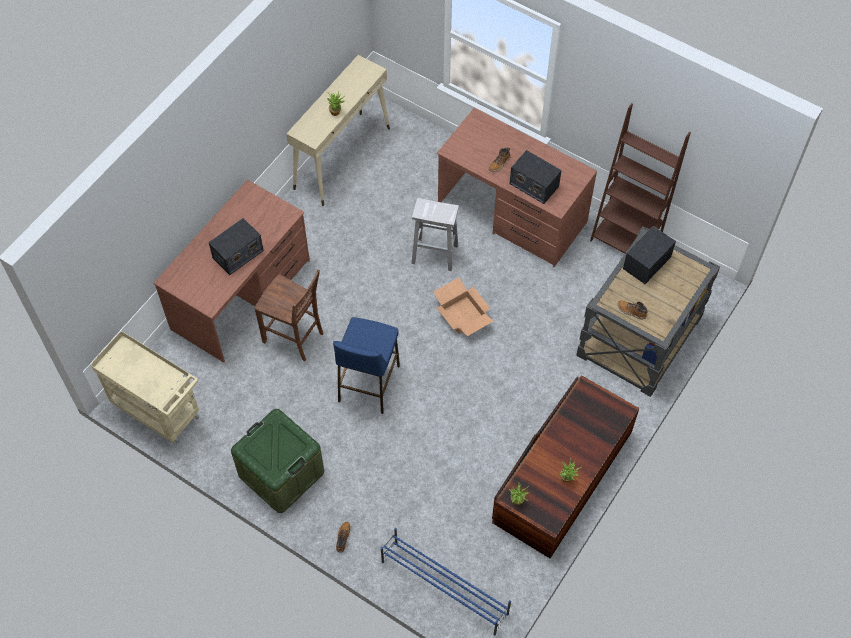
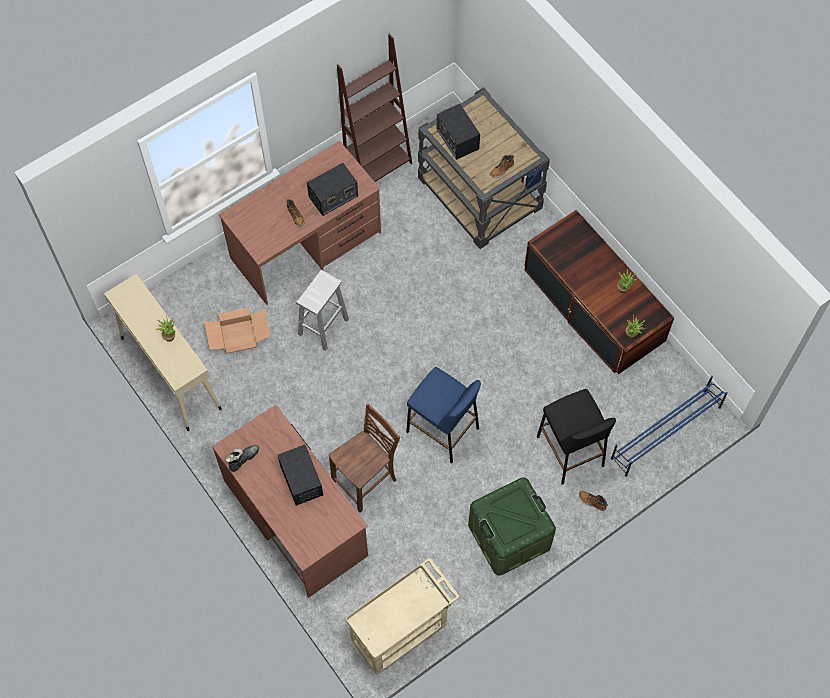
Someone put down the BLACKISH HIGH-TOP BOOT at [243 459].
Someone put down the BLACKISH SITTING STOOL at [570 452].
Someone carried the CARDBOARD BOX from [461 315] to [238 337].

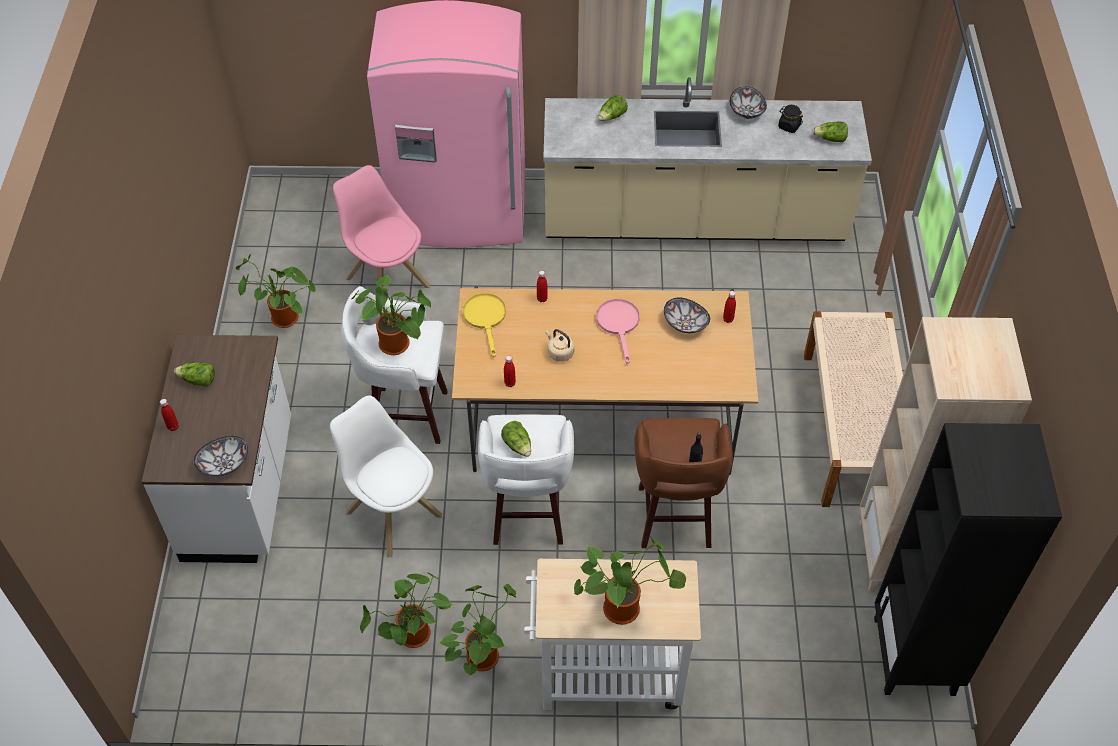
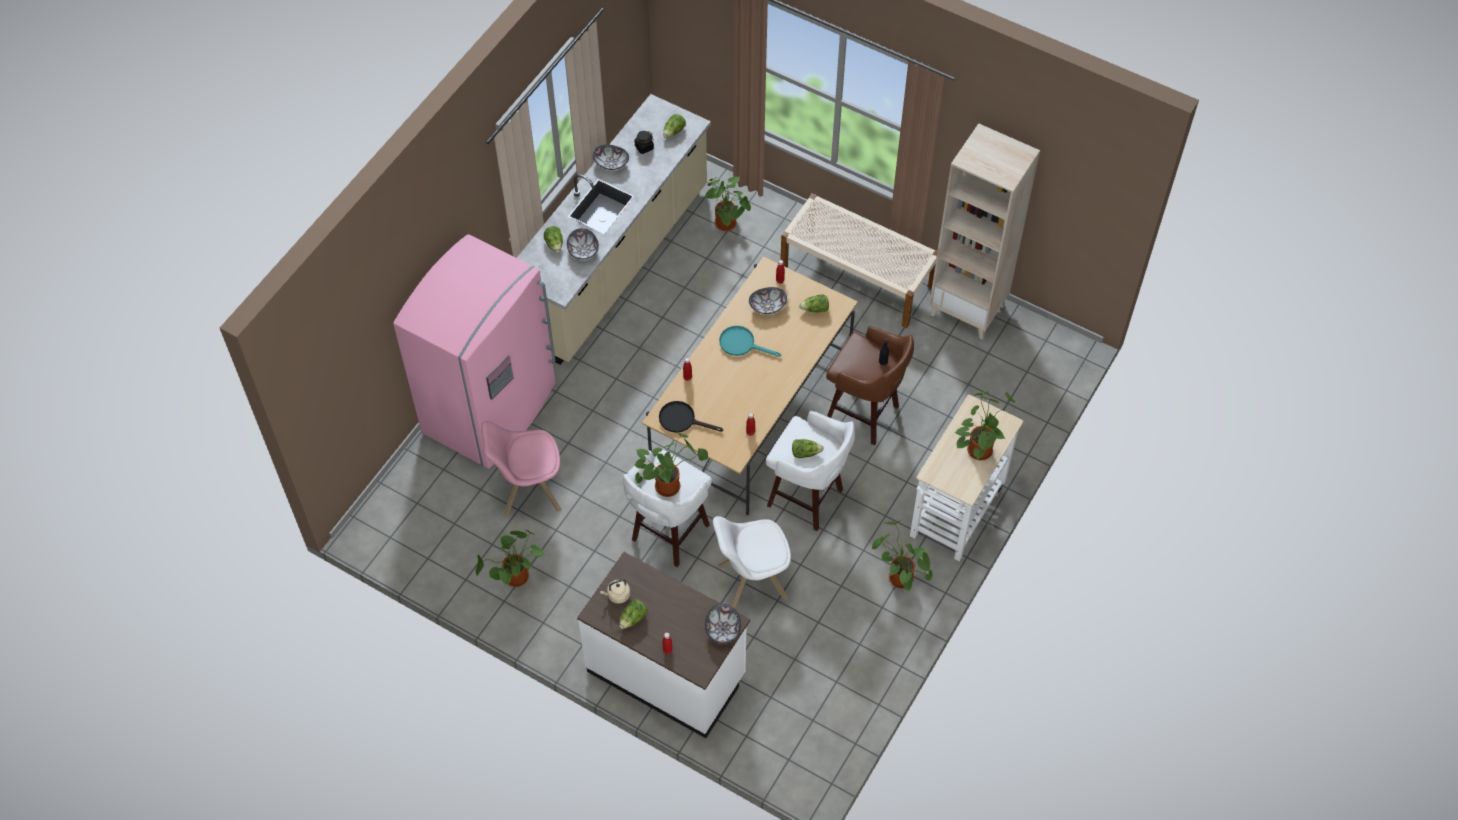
Someone took away the BLACKISH BOOKSHELF at [915 656].
Someone put down the DEEP DISH at [582 251].
Someone put down the LETTUCE at [815 309].
Someone carried the POTTED PLANT from [413 638] to [727 225].
Someone carried the SAND-COLOURED KETTLE from [559 352] to [617 595].
Someone repainted the YELLOWISH FRYING PAN at [486 318], which became the BLACKISH FRYING PAN at [682 419].
Someone repainted the PINKISH FRYING PAN at [619 324], which became the TURQUOISE FRYING PAN at [742 344].

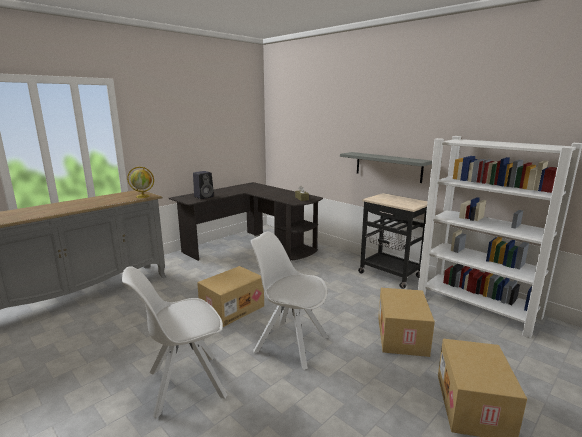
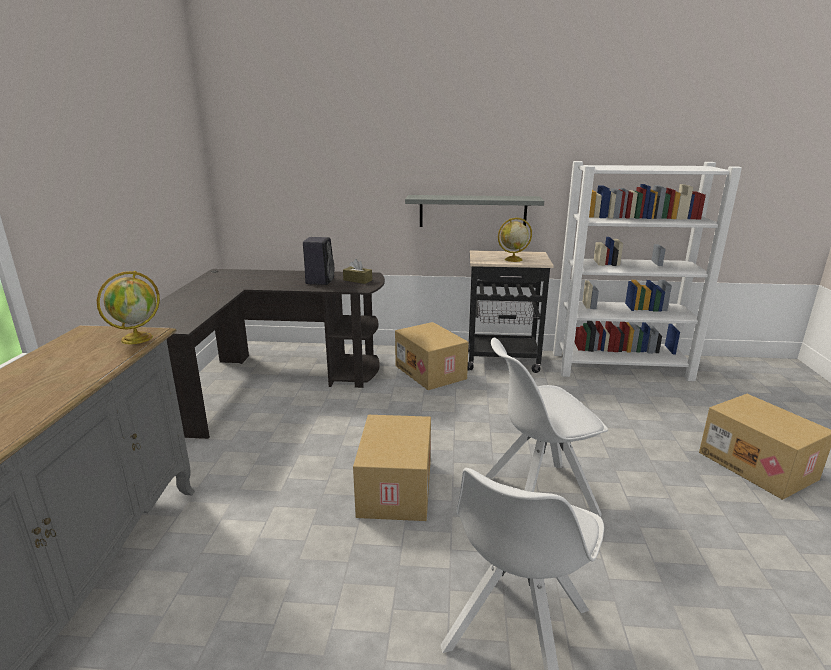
Someone put down the WORLD GLOBE at [512 259].
Someone carried the BLACKISH SPEAKER from [204 197] to [320 281].
Someone carried the CARDBOARD BOX from [403 336] to [431 372].

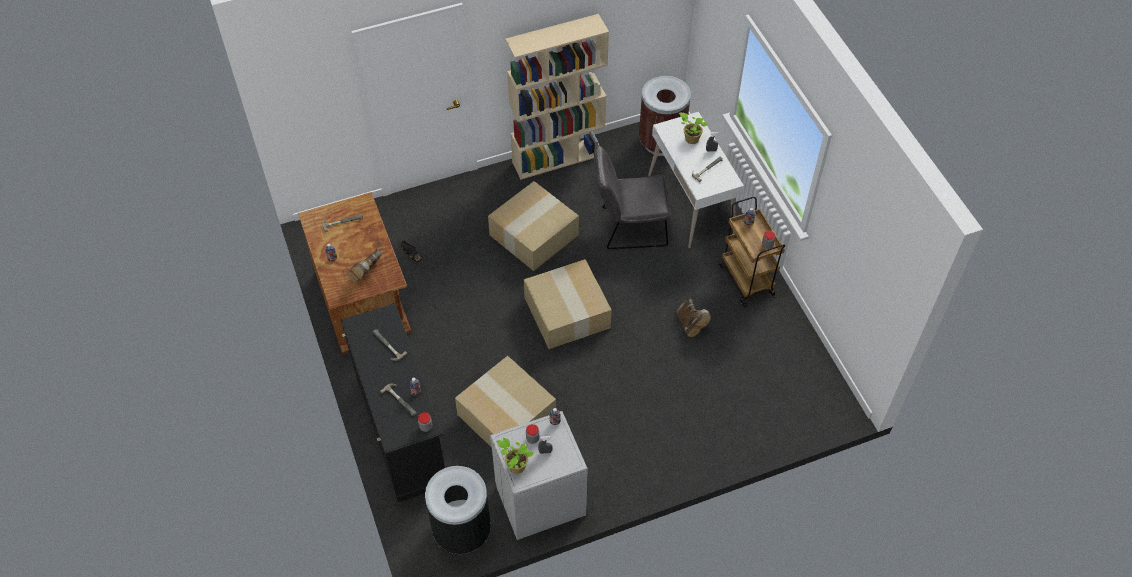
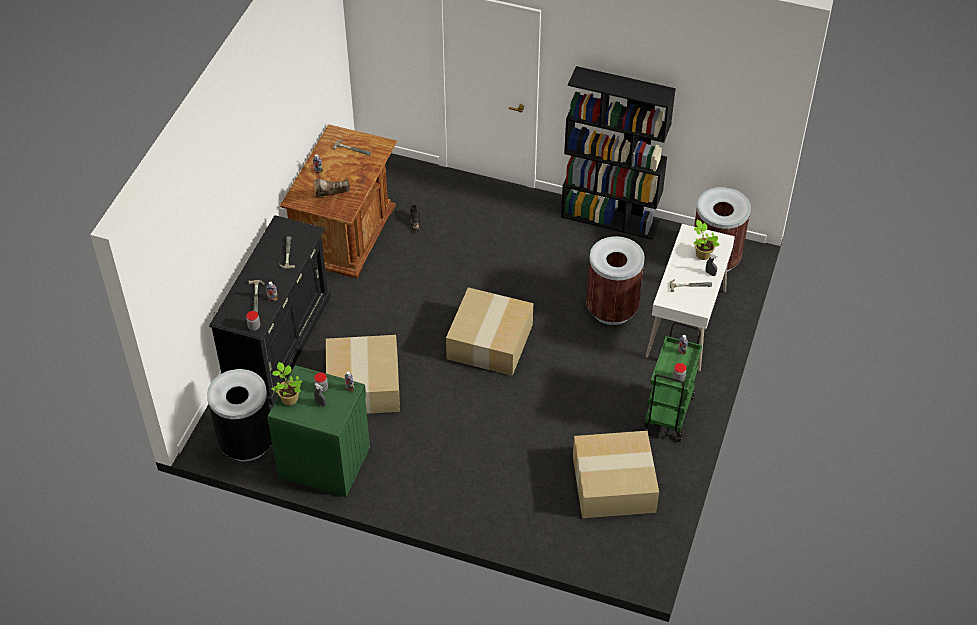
Someone took away the BROWN-COLOURED HIGH-TOP BOOT at [690 325].
Someone carried the CARDBOARD BOX from [534 233] to [614 483].
Someone swapped the GREY CHAIR at [628 227] for the BROWN-COLOURED RUBBISH BIN at [612 308].
Someone repainted the WHITISH WASHING MACHINE at [539 498], which became the GREEN WASHING MACHINE at [325 461].
Someone repainted the SAND-COLOURED BOOKSHELF at [558 158], which became the BLACKISH BOOKSHELF at [610 219].
Someone repainted the BROWN-COLOURED TROLLEY at [746 281], which became the GREEN TROLLEY at [668 415].

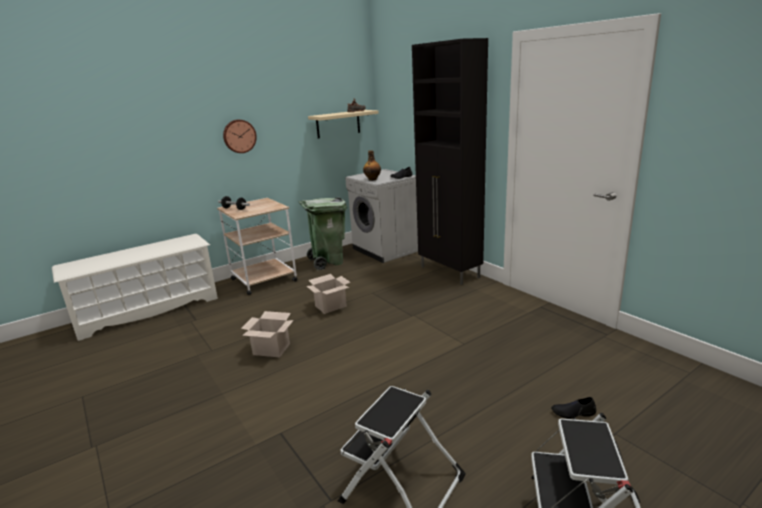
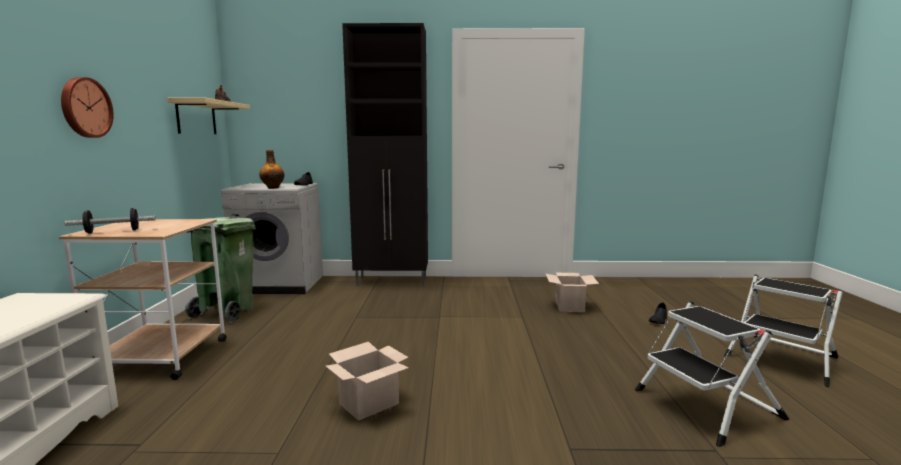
Someone carried the CARDBOARD BOX from [330 306] to [570 307].

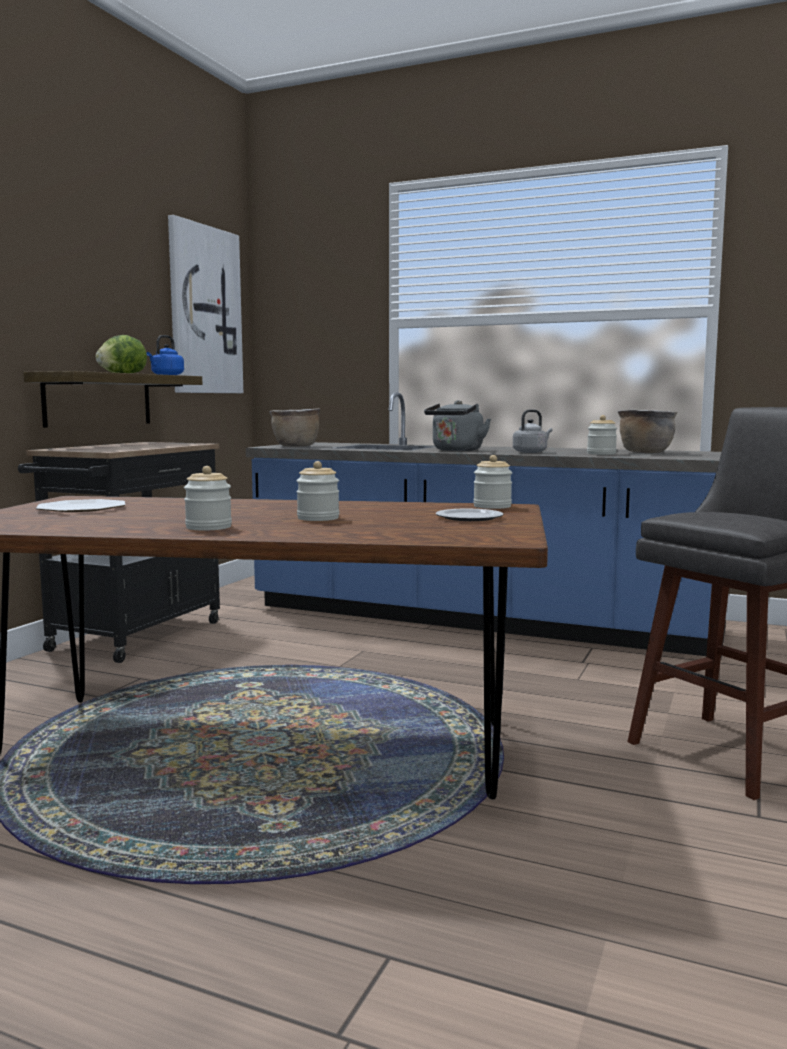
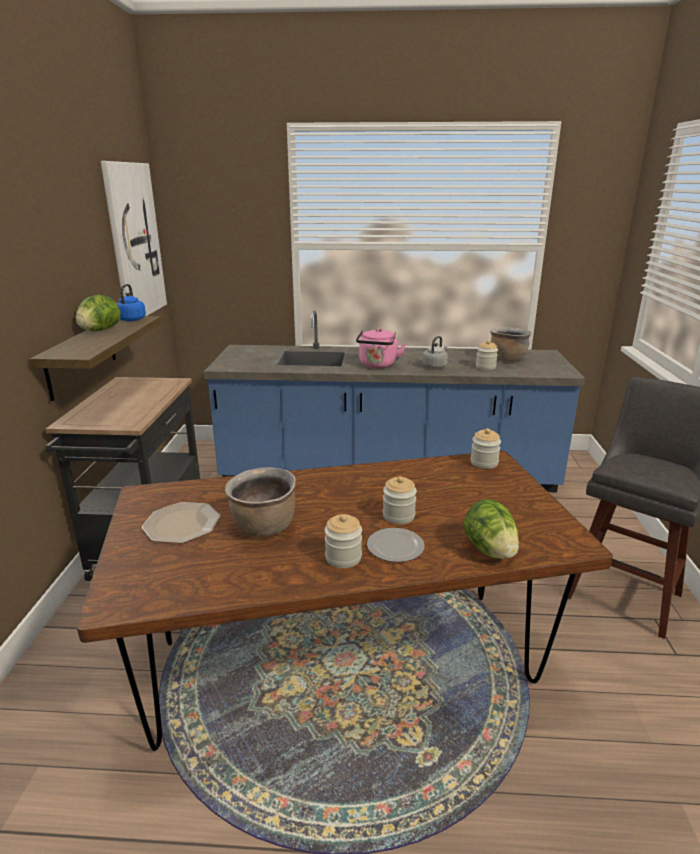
Someone put down the LETTUCE at [489 550].
Someone carried the BROWN-COLOURED SAUCEPOT from [295 446] to [264 527].
Someone carried the FLAT DISH from [469 517] to [395 546].
Someone repainted the GREY KETTLE at [456 450], which became the PINKISH KETTLE at [378 365].

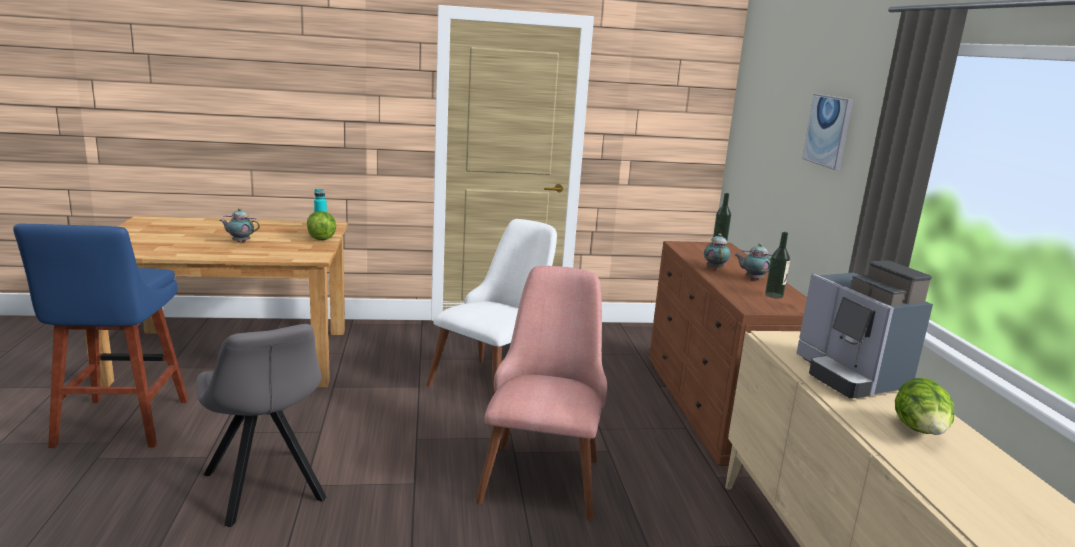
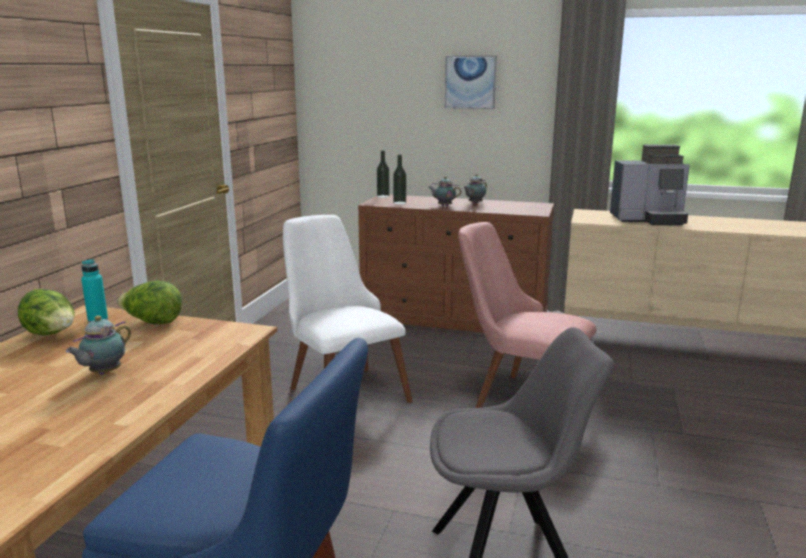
Someone carried the BOTTLE from [774 295] to [399 203].
Someone carried the LETTUCE from [920 432] to [52 335].

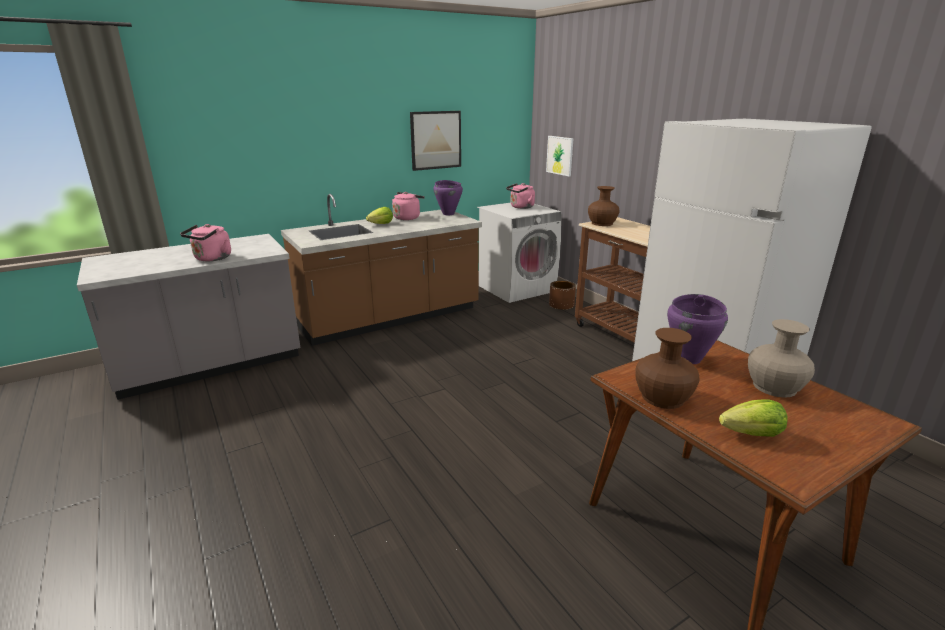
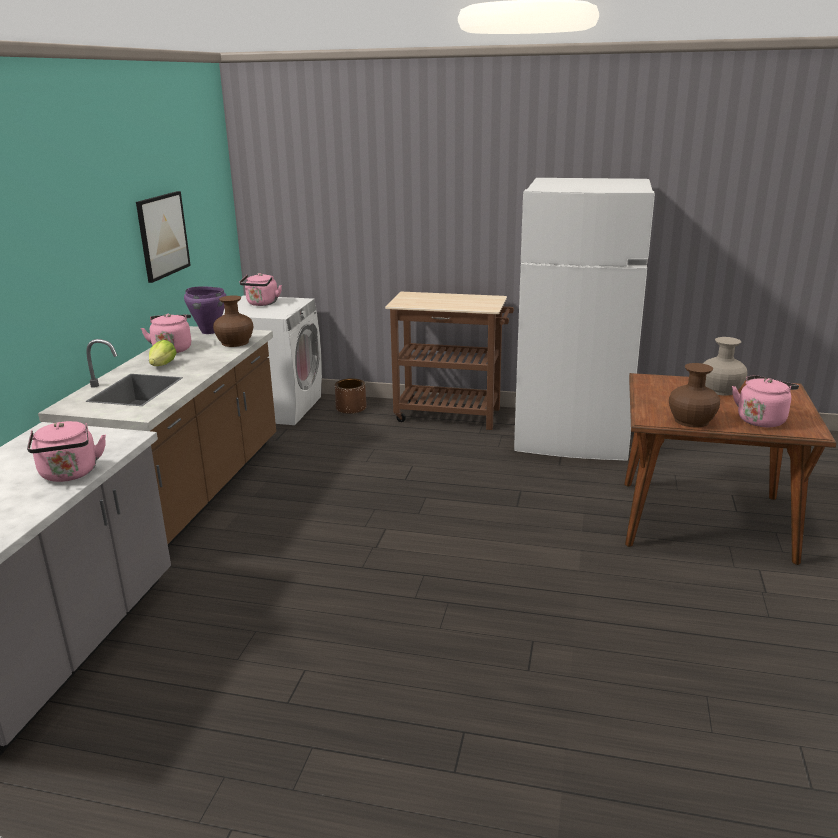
Someone took away the WALL PICTURE at [560 155].
Someone took away the PURPLISH SAUCEPOT at [689 359].
Someone carried the BROWN-COLOURED FLOWER VASE from [602 223] to [235 342].
Someone swapped the LETTUCE at [752 434] for the PINKISH KETTLE at [761 419].

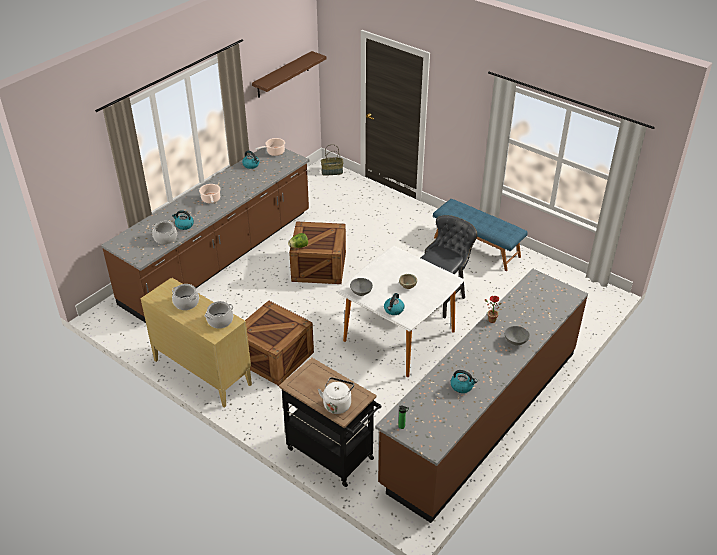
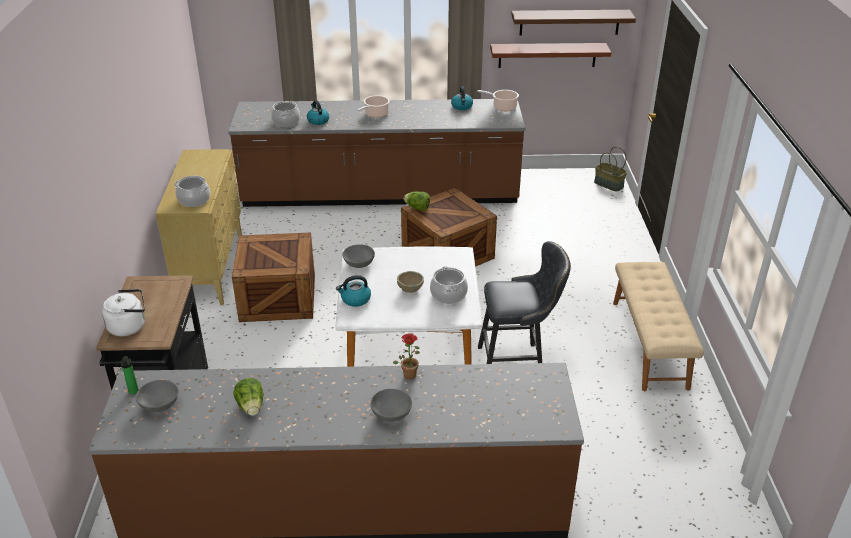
Someone put down the GREY DEEP DISH at [160 405].
Someone put up the BROWN-COLOURED WALL SHELF at [547 55].
Someone carried the SAUCEPOT from [186 303] to [448 295].
Someone swapped the KETTLE at [462 386] for the LETTUCE at [251 407].
Someone repainted the BLUISH BENCH at [477 247], which became the SAND-COLOURED BENCH at [650 343].

